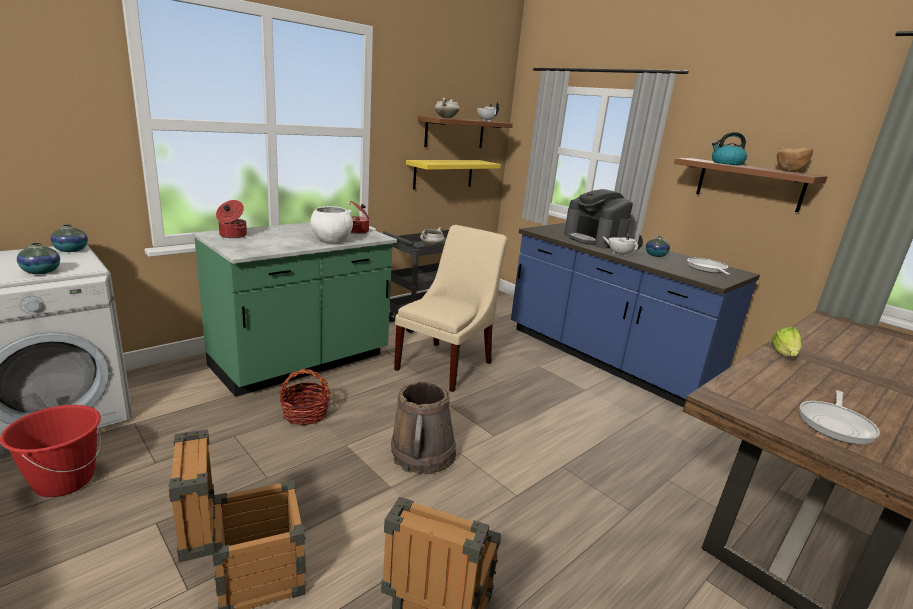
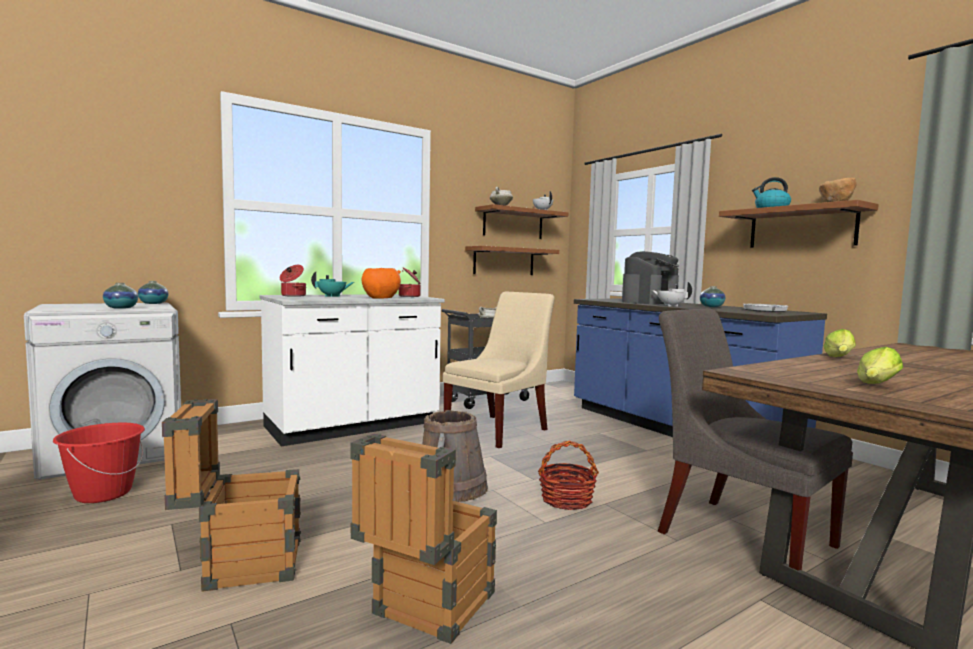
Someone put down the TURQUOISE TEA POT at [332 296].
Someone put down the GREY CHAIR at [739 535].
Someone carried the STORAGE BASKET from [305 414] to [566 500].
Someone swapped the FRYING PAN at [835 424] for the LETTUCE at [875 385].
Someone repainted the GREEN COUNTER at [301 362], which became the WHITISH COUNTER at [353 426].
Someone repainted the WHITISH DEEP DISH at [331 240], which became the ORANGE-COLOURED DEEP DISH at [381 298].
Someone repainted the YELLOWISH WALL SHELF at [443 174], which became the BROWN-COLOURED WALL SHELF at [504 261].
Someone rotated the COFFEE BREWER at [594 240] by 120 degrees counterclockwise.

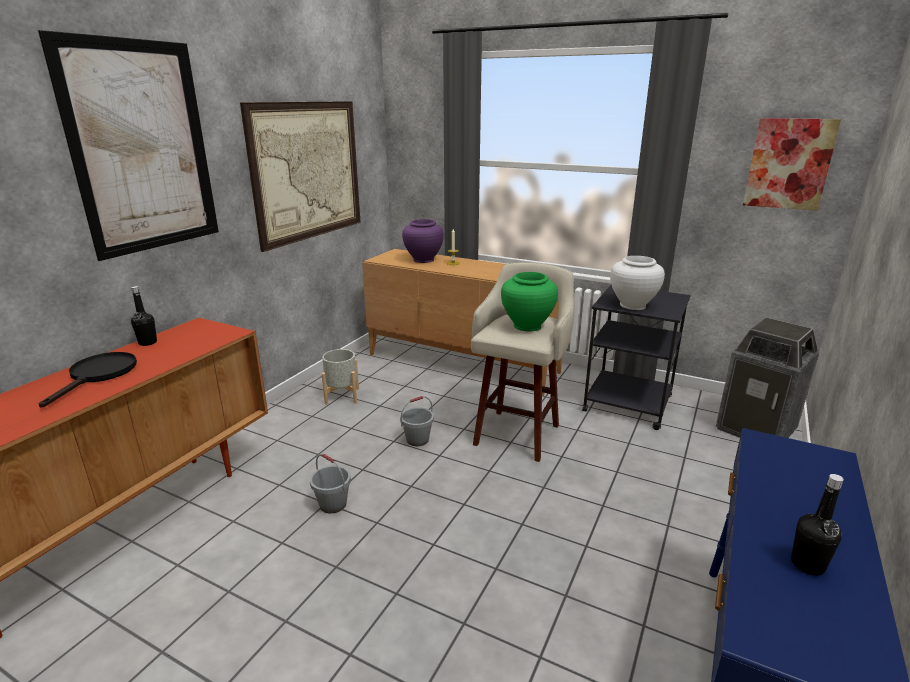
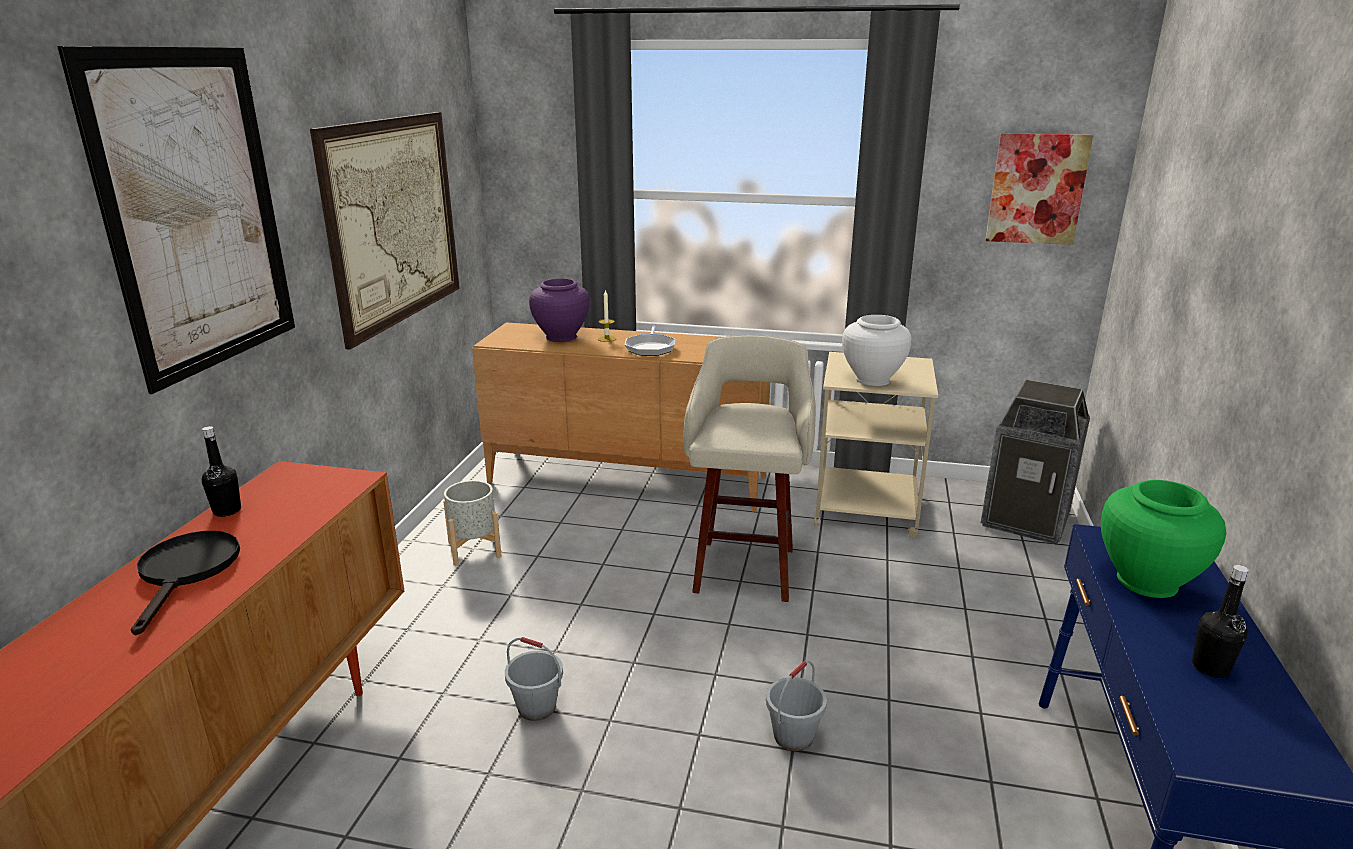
Someone put down the FRYING PAN at [650 348].
Someone carried the GREY WATER BUCKET from [417 440] to [793 736].
Someone carried the GREEN FLOWER VASE from [527 326] to [1146 582].
Someone repainted the BLACKISH TROLLEY at [629 404], which became the SAND-COLOURED TROLLEY at [868 508].

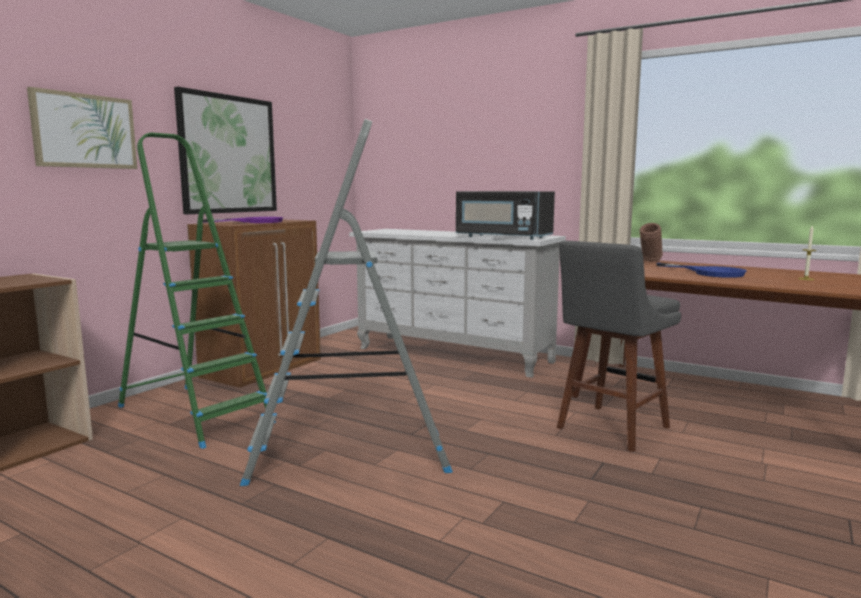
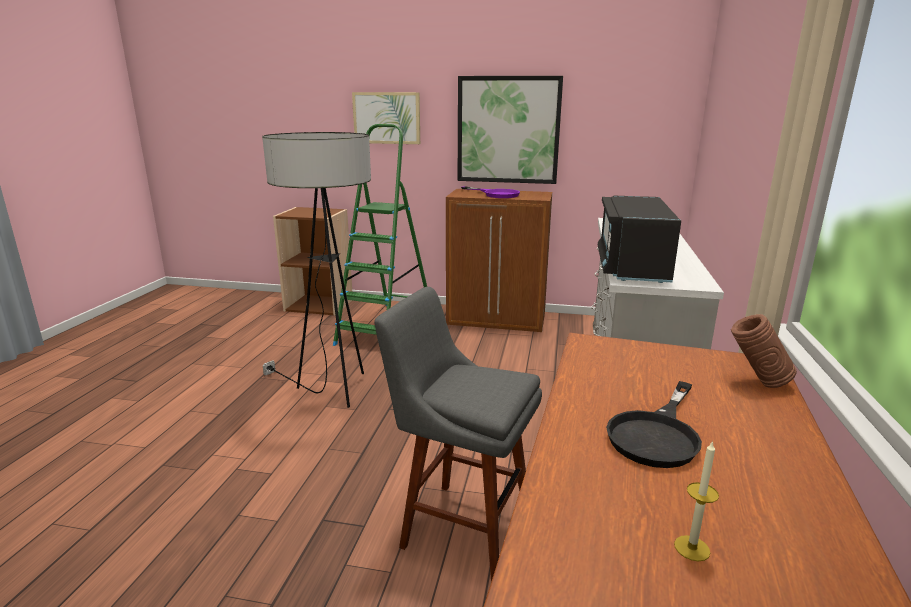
Someone swapped the GREY STEPLADDER at [347 458] for the STANDARD LAMP at [333 393].
Someone repainted the BLUISH FRYING PAN at [710 273], which became the BLACKISH FRYING PAN at [657 434].

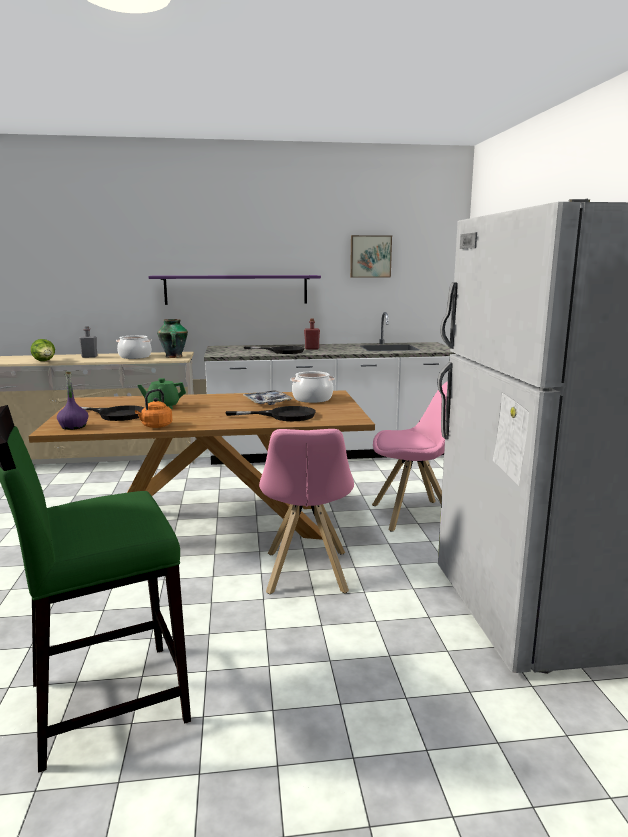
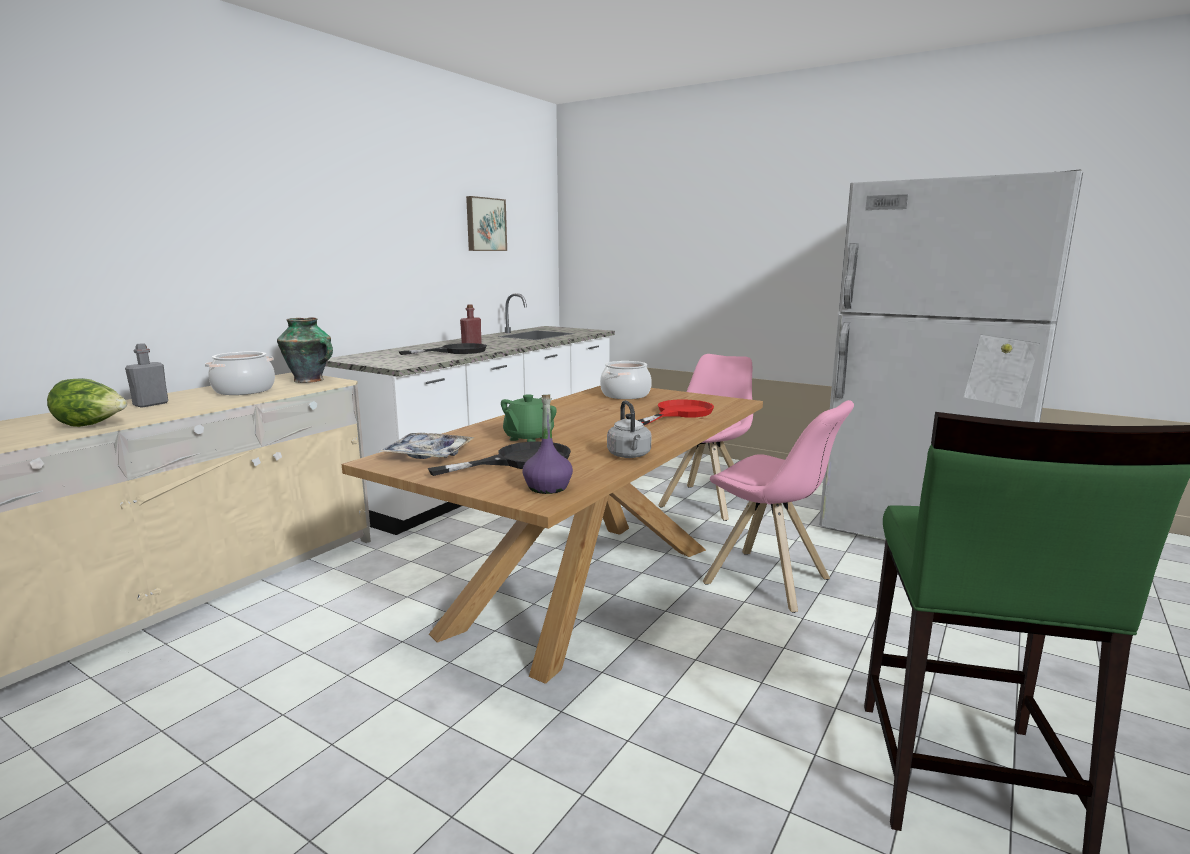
Someone took away the PURPLISH WALL SHELF at [236 289].
Someone carried the SERVING TRAY from [267 402] to [428 454].
Someone repainted the ORANGE-COLOURED KETTLE at [155 426], which became the GREY KETTLE at [629 456].
Someone repainted the BLACKISH FRYING PAN at [283 416], which became the RED FRYING PAN at [679 413].

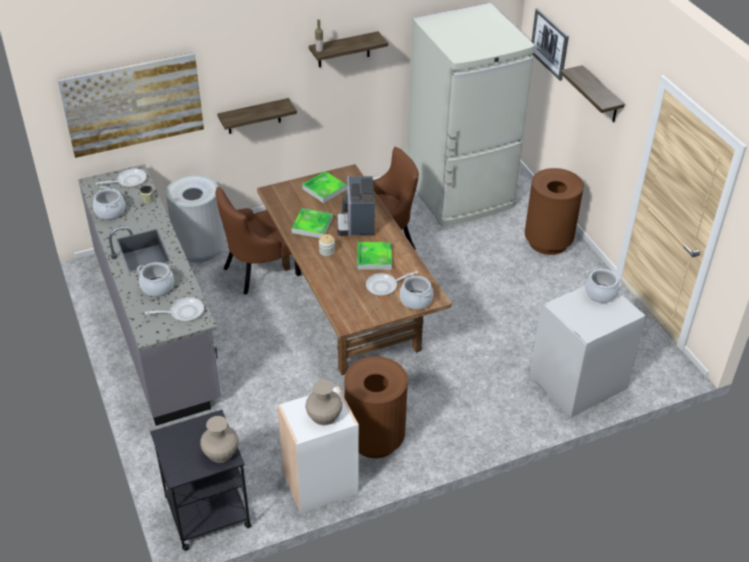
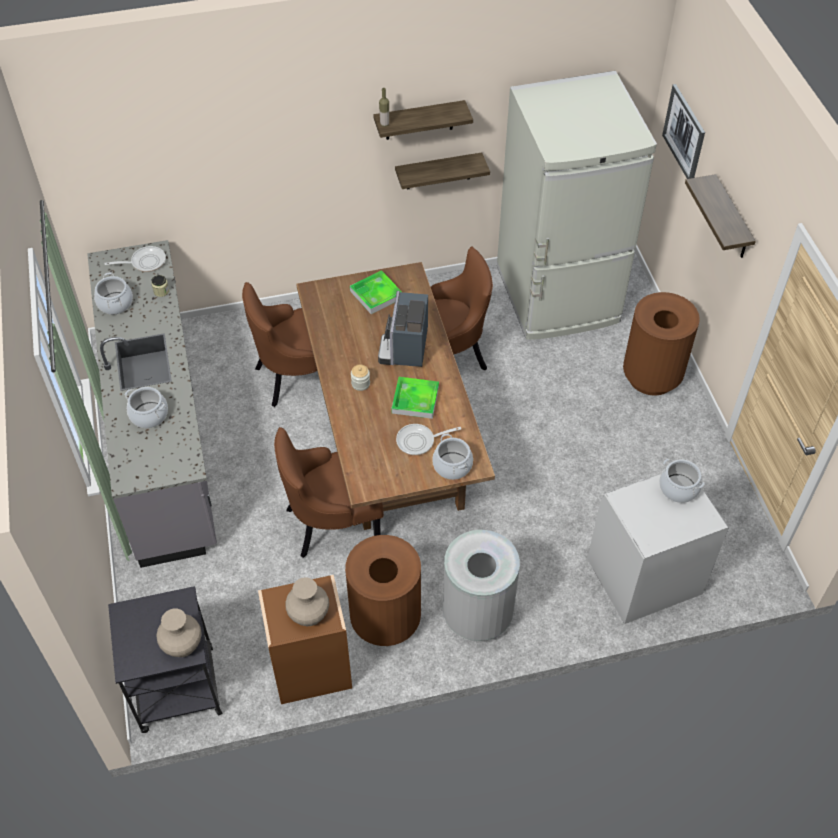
Someone took away the WALL PICTURE at [133 104].
Someone took away the FRYING PAN at [184 312].
Someone took away the SERVING TRAY at [312 225].
Someone put down the BROWN-COLOURED CHAIR at [333 522].
Someone carried the GREY RUBBISH BIN from [200 249] to [477 615].
Someone carried the WALL SHELF from [254 116] to [438 171].
Someone repainted the WHITISH BOOKSHELF at [319 484], which became the BROWN-COLOURED BOOKSHELF at [310 670].

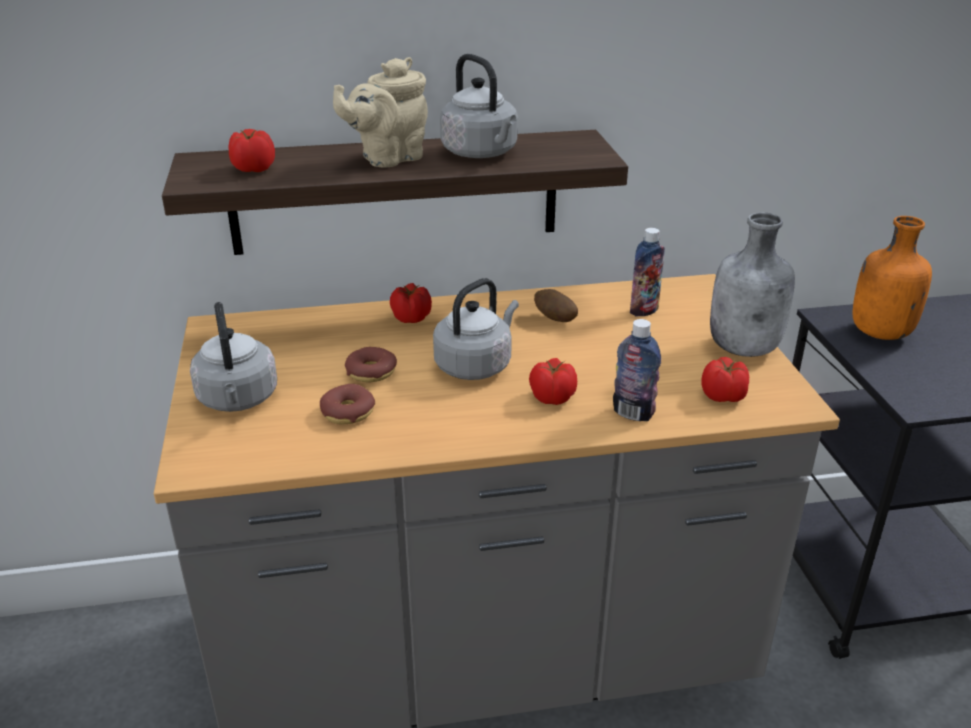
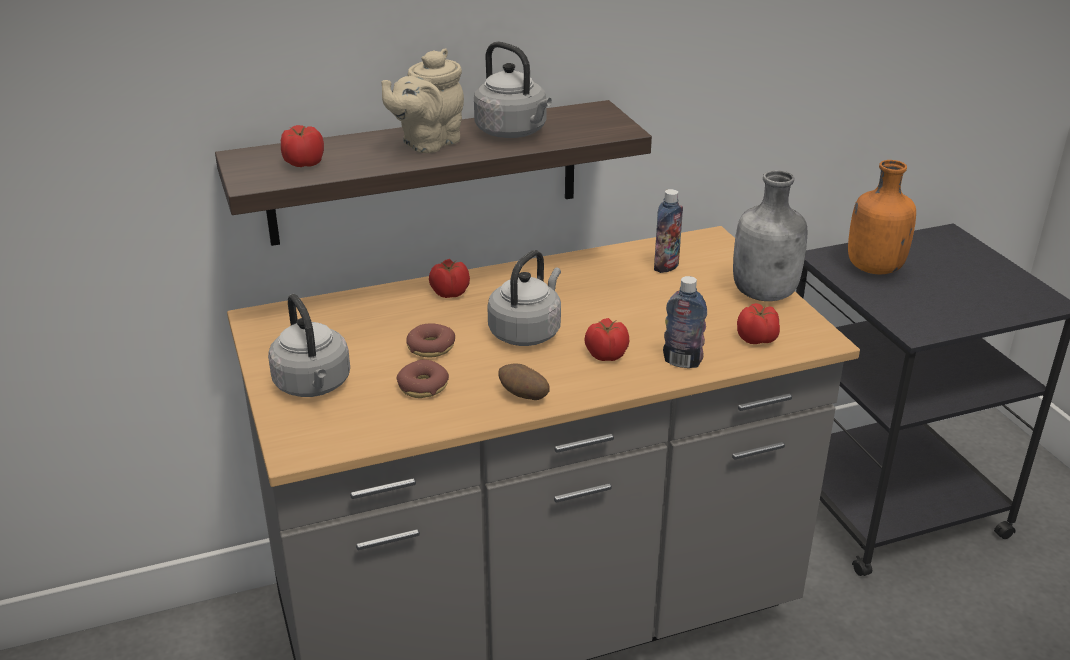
Someone carried the WHOLE POTATO from [555 319] to [523 396].

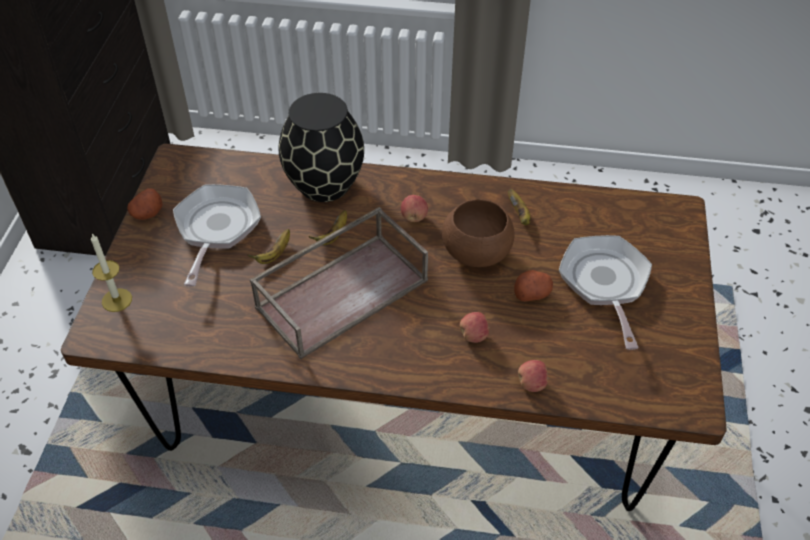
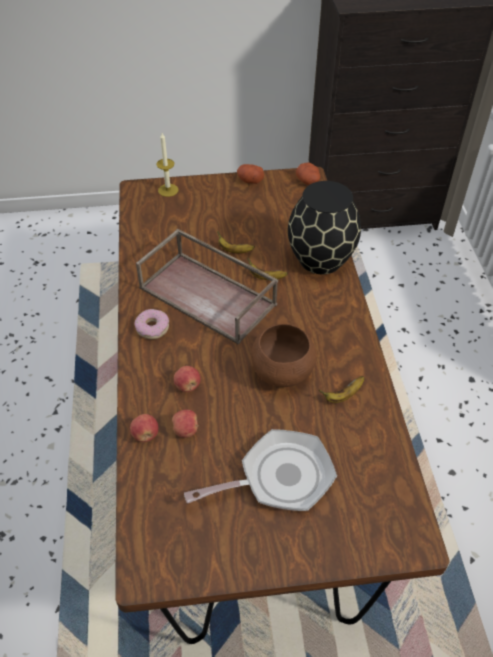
Someone took away the FRYING PAN at [216 229].
Someone put down the RING DOUGHNUT at [152 328].
Someone carried the APPLE from [414 217] to [186 430].
Someone carried the WHOLE POTATO from [532 293] to [308 181].

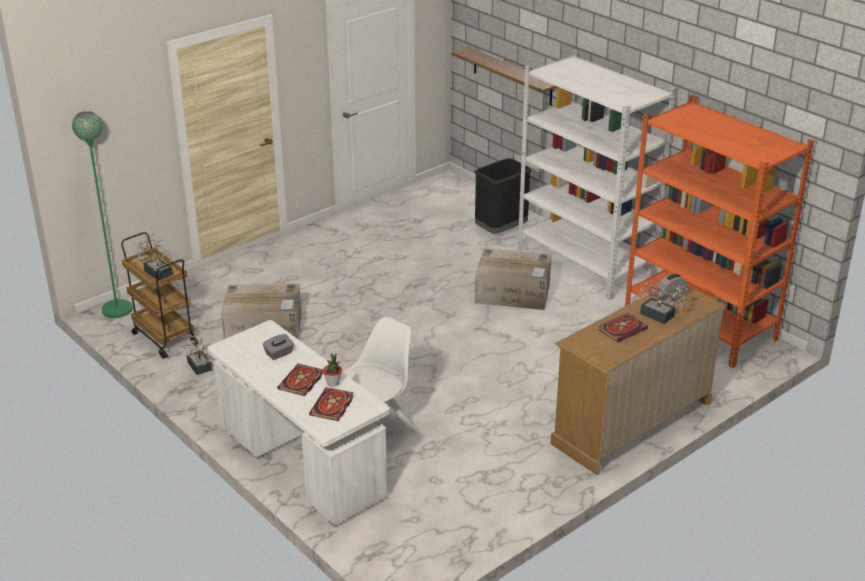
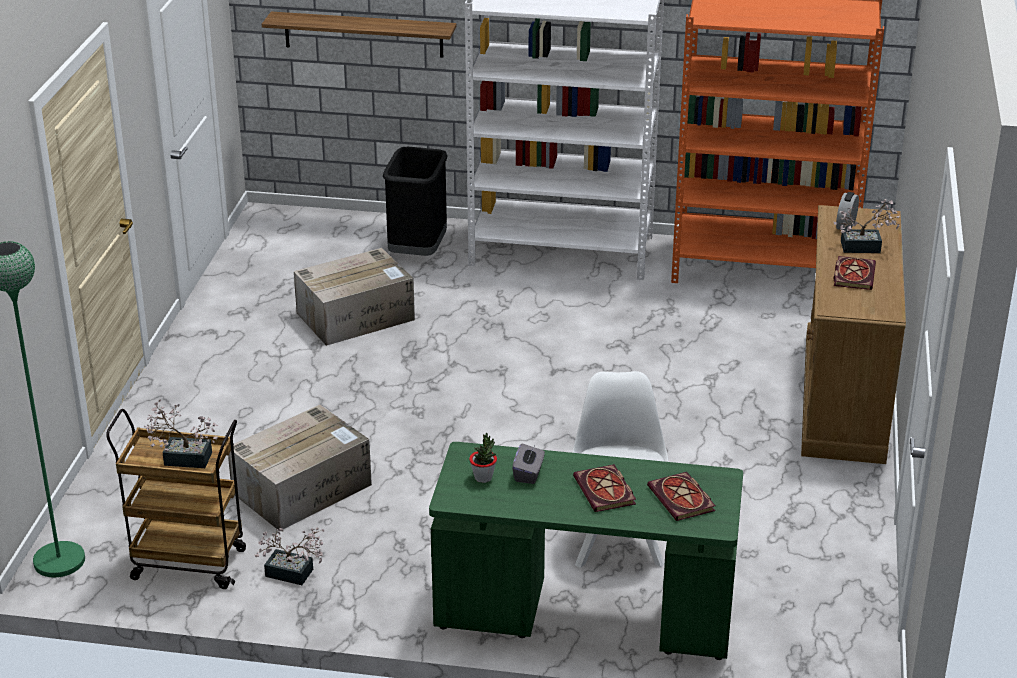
Someone carried the POTTED PLANT from [333 383] to [483 477].
Someone carried the CARDBOARD BOX from [514 293] to [356 316].
Someone repainted the WHITISH DESK UNIT at [301 463], which became the GREEN DESK UNIT at [584 615].

